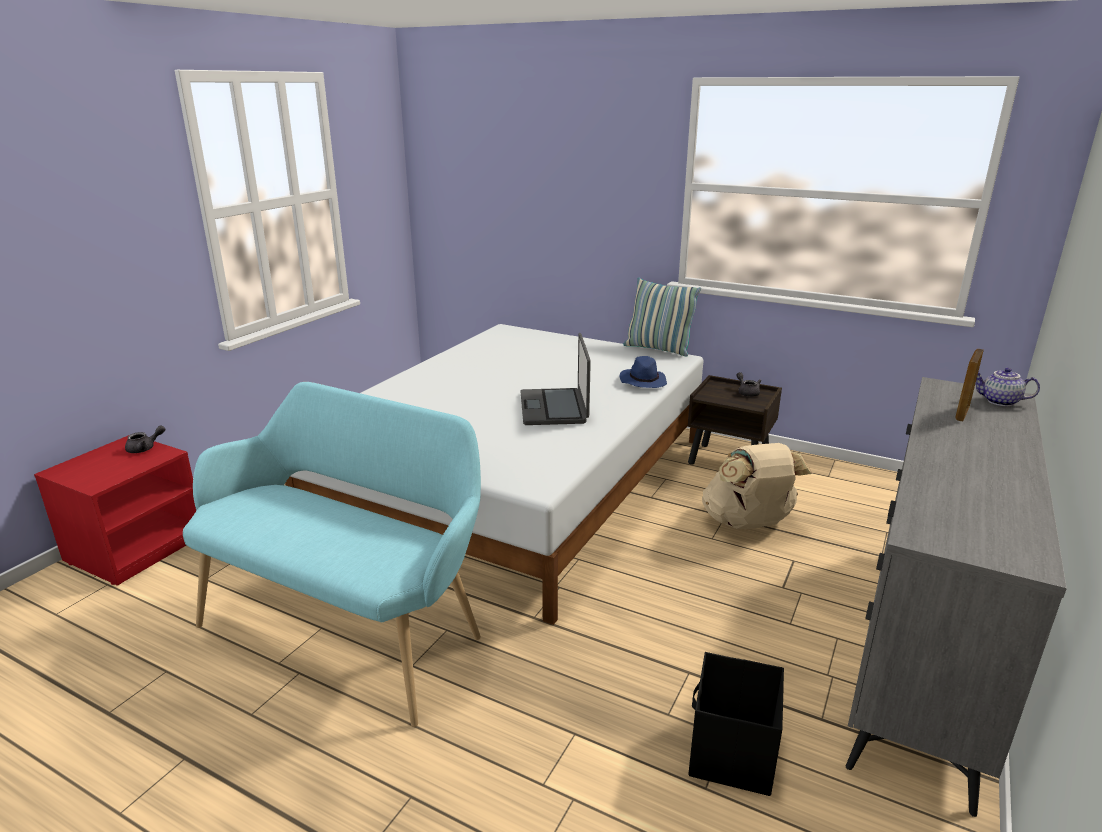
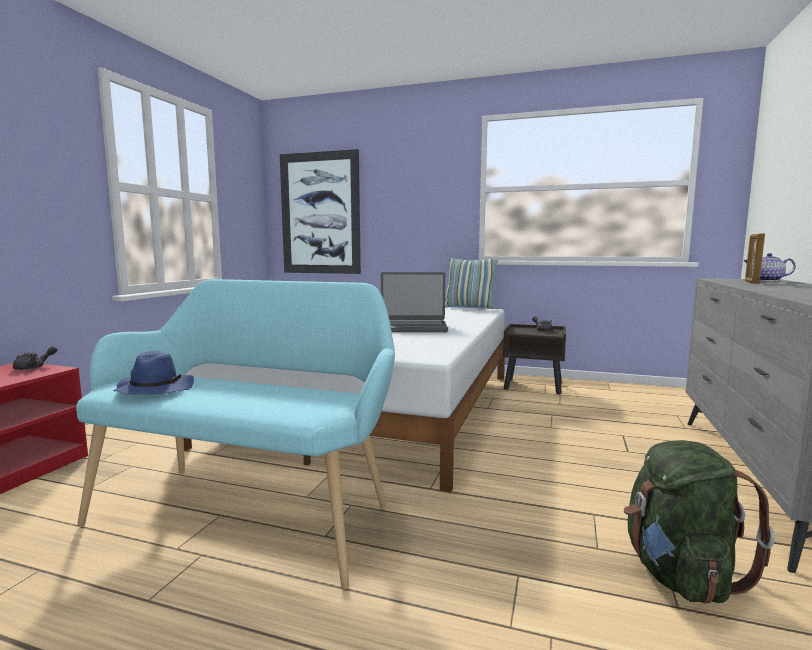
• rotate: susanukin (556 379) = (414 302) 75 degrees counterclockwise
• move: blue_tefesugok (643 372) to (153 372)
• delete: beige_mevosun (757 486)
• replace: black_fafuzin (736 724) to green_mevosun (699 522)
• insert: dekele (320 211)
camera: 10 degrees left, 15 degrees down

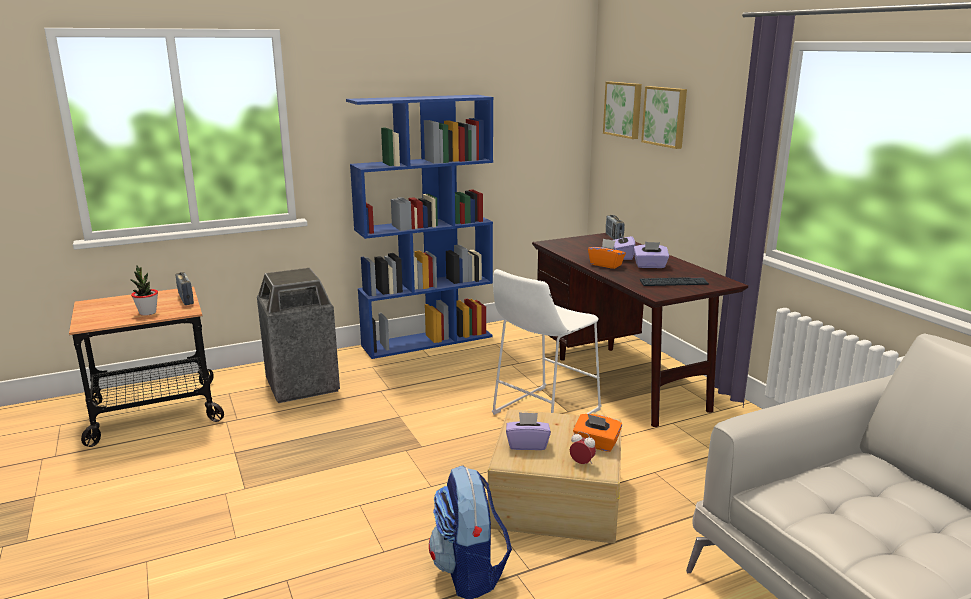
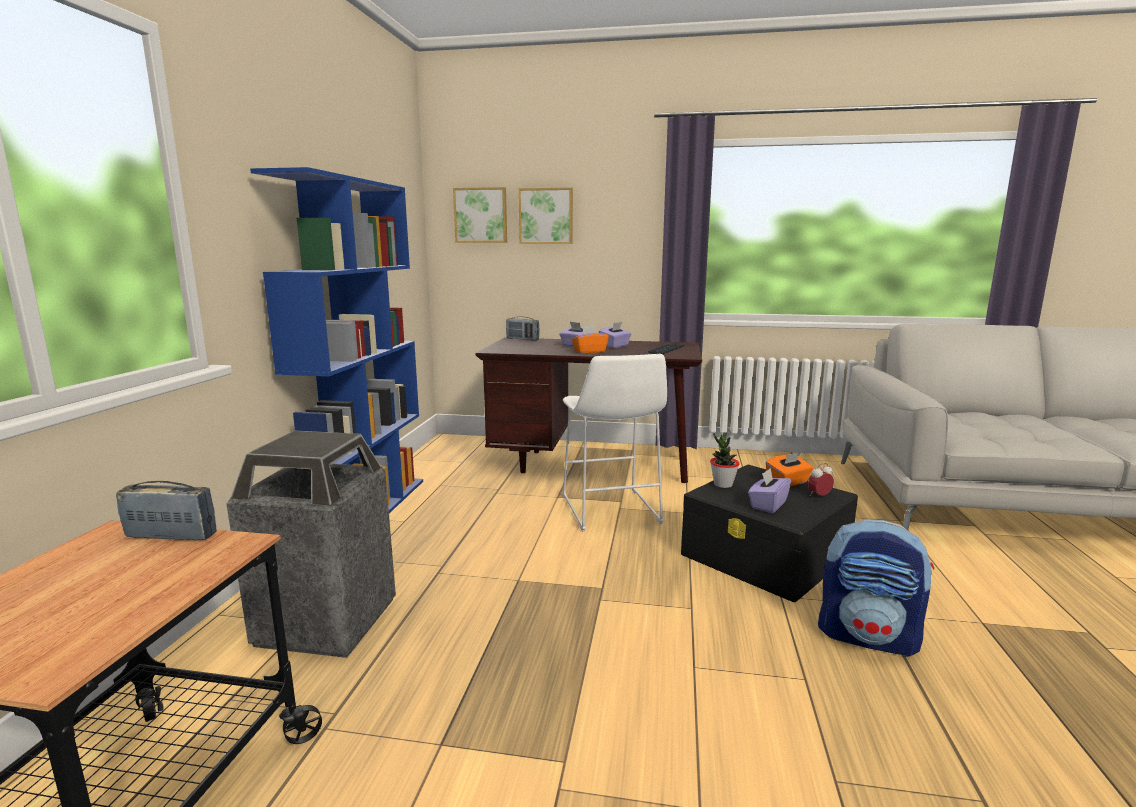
• move: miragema (144 291) to (724 460)
• recolor: beige_fafuzin (555 476) to black_fafuzin (769 533)
camera: 55 degrees left, 5 degrees down

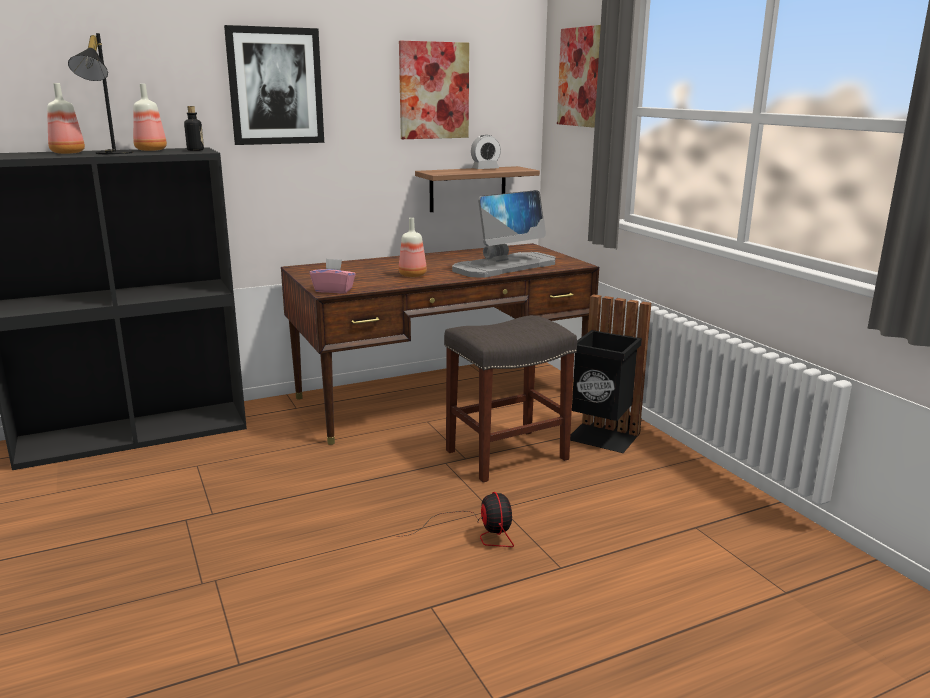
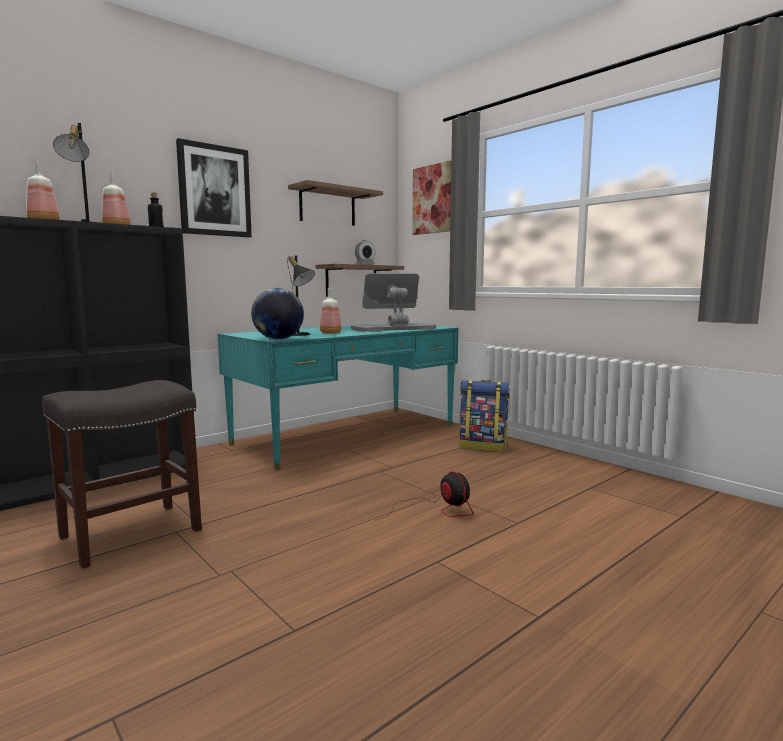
• replace: dekele (434 90) to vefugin (335 203)
• rotate: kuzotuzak (503 234) = (393 302) 150 degrees counterclockwise
• recolor: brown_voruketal (440 344) to turquoise_voruketal (338 396)
• replace: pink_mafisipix (333 276) to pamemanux (277 313)
• replace: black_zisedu (610 373) to mevosun (484 416)
• move: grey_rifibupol (510 398) to (122 474)
• insert: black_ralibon (301 295)
camera: 15 degrees left, 10 degrees down

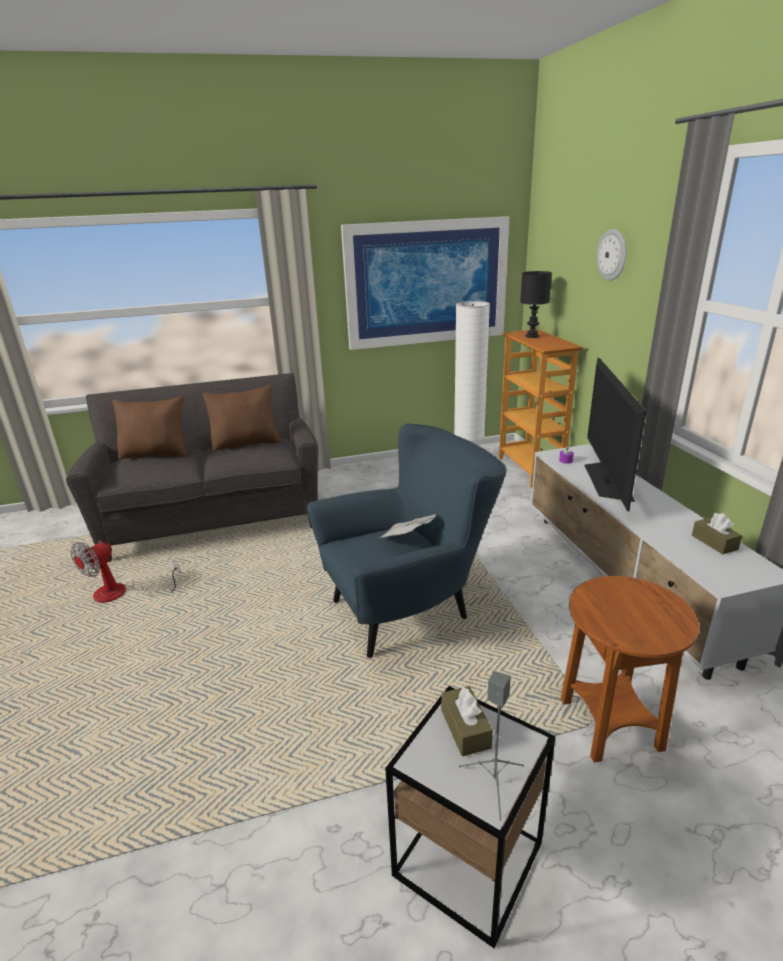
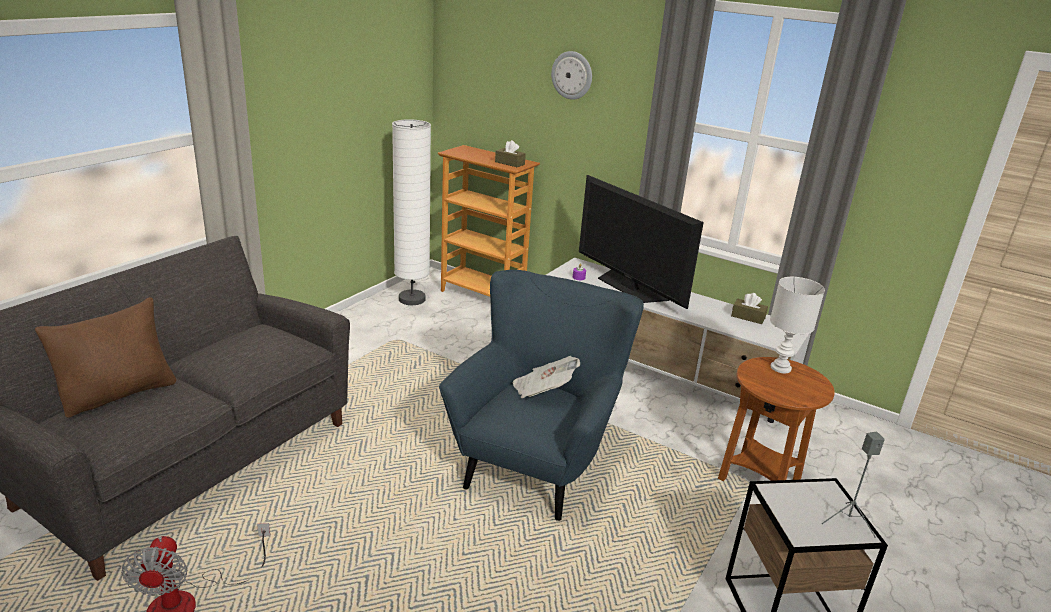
• delete: dekele (425 283)
• delete: black_ralibon (536 304)
• delete: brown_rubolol (241 417)
• move: brown_mafisipix (467 721) to (510 153)
• insert: white_ralibon (797 325)
camera: 45 degrees left, 0 degrees up

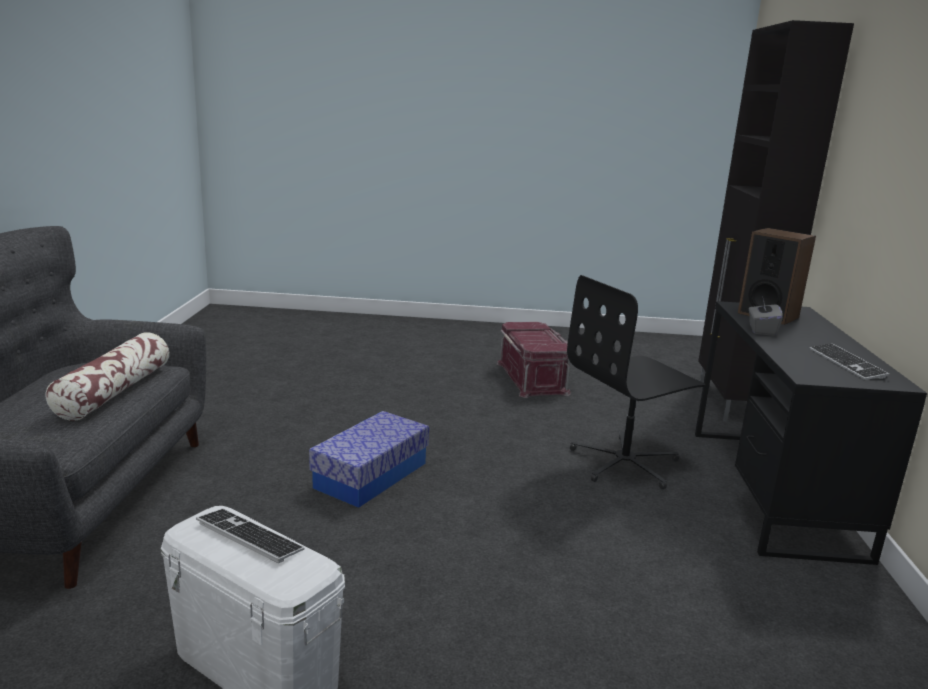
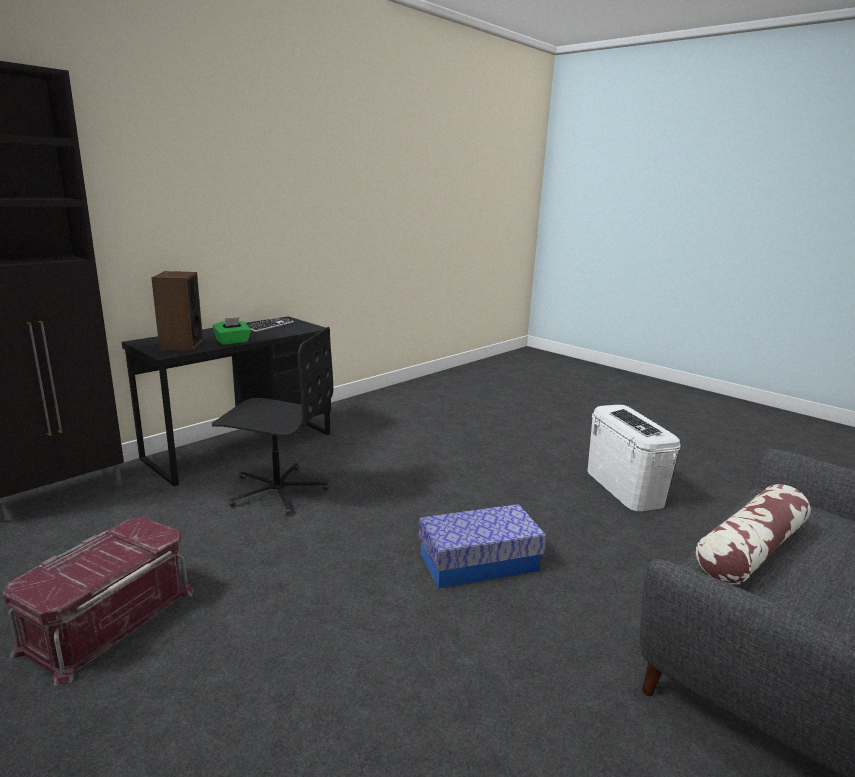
• recolor: grey_mafisipix (766 317) to green_mafisipix (231 331)
camera: 140 degrees left, 0 degrees up

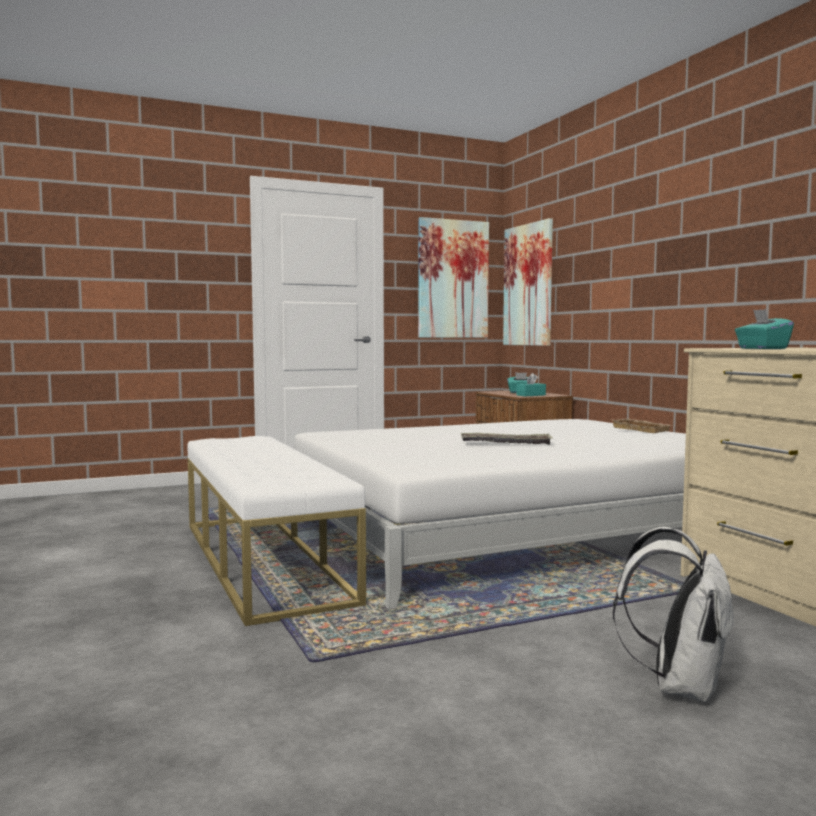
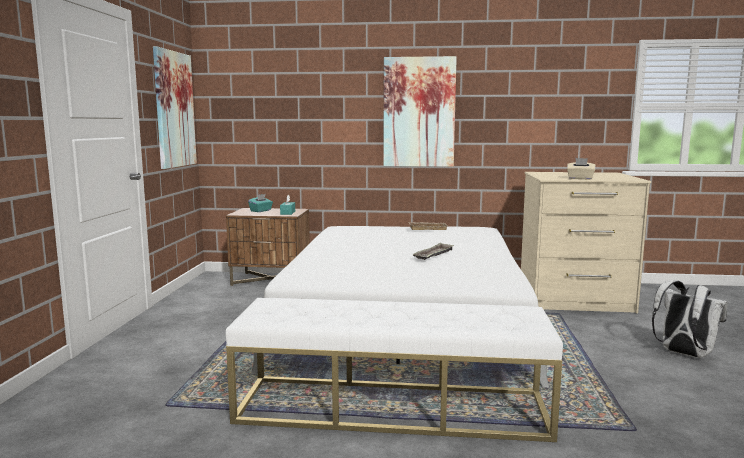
• move: dekele (528 282) to (420 111)
• recolor: turquoise_mafisipix (764 329) to beige_mafisipix (581 169)
camera: 60 degrees left, 5 degrees up

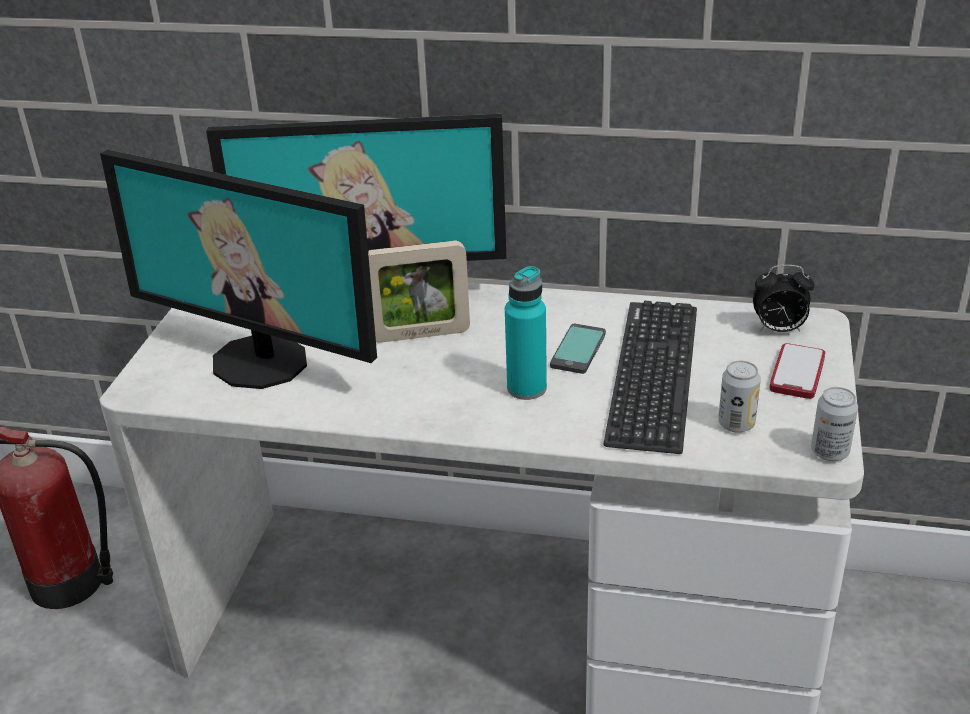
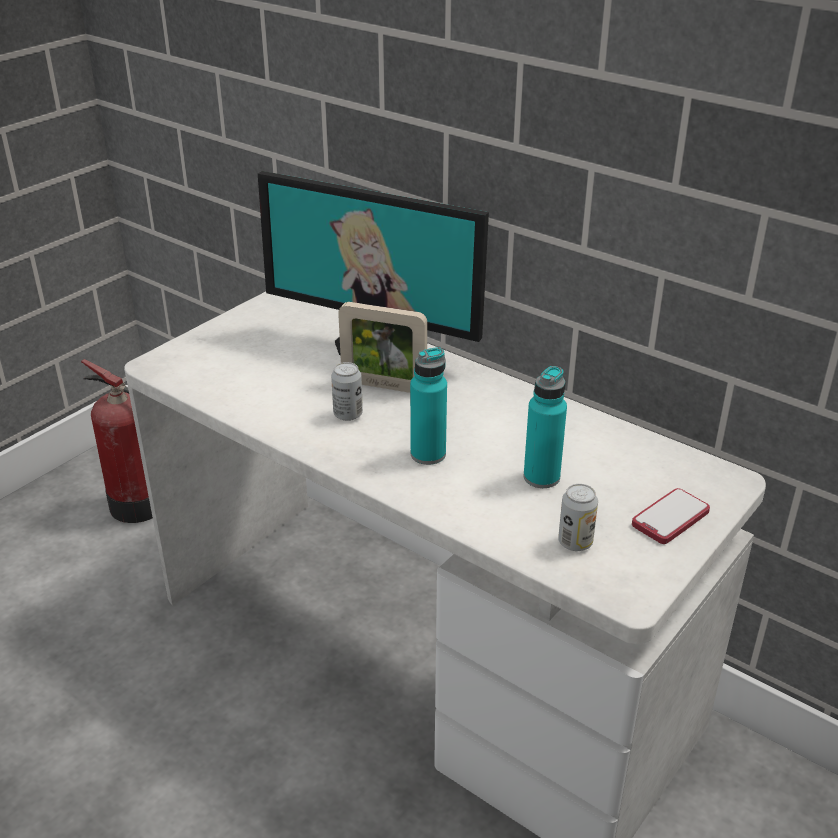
• delete: kuzotuzak (238 269)
• delete: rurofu (784 298)
• replace: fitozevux (650 377) to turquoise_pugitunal (545 427)
• delete: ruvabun (578 349)
• move: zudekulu (834 424) to (347 391)
camera: 25 degrees right, 0 degrees up

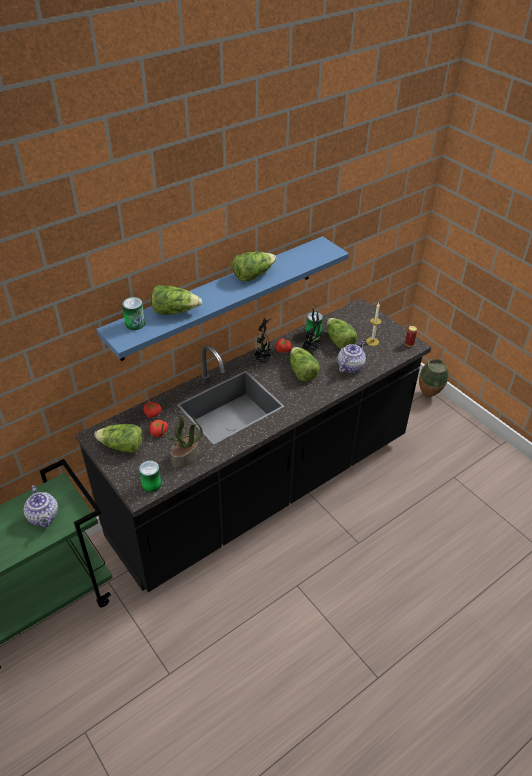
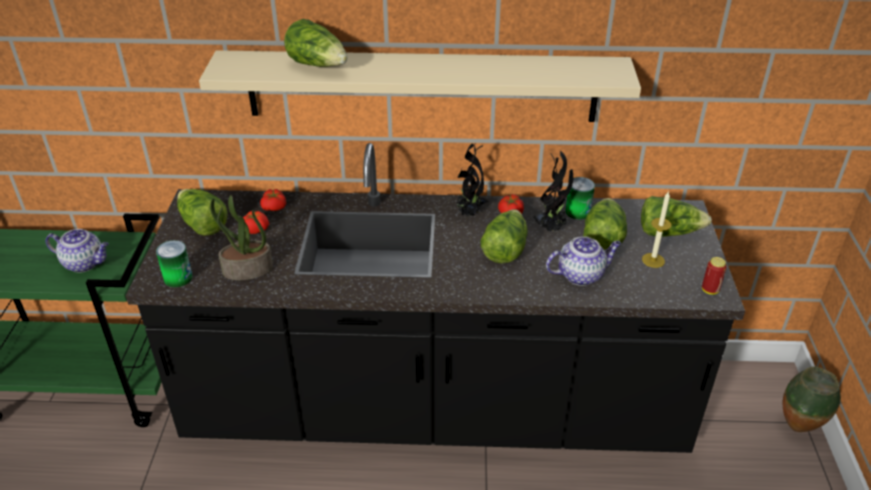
• recolor: blue_vefugin (222 298) to beige_vefugin (420 86)
• move: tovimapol (254 266) to (676 216)
• delete: zudekulu (133 313)
• rotate: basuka (41 506) = (77 251) 90 degrees counterclockwise
camera: 40 degrees right, 5 degrees down

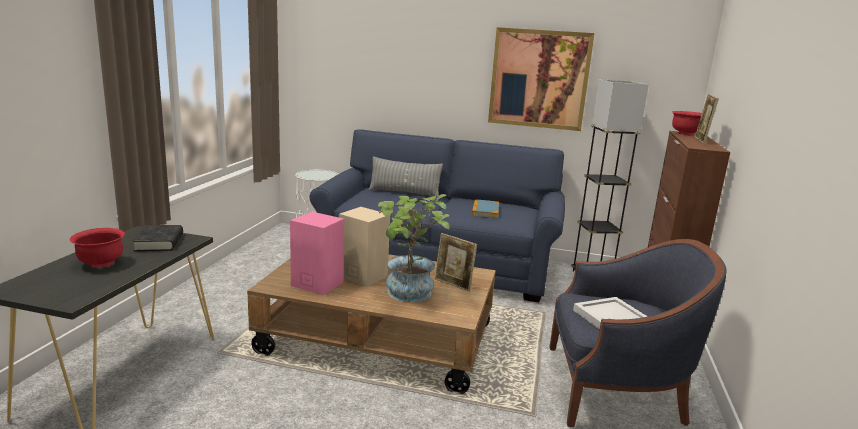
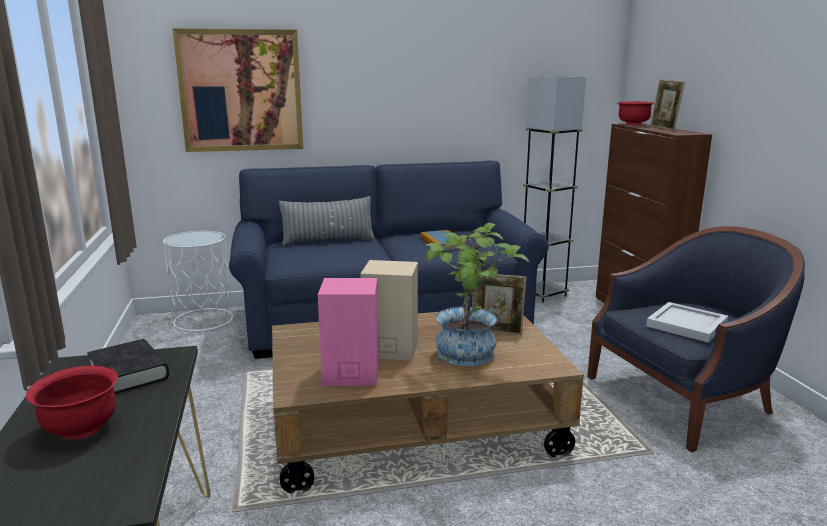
• move: dekele (541 79) to (238 90)
camera: 25 degrees left, 0 degrees up

